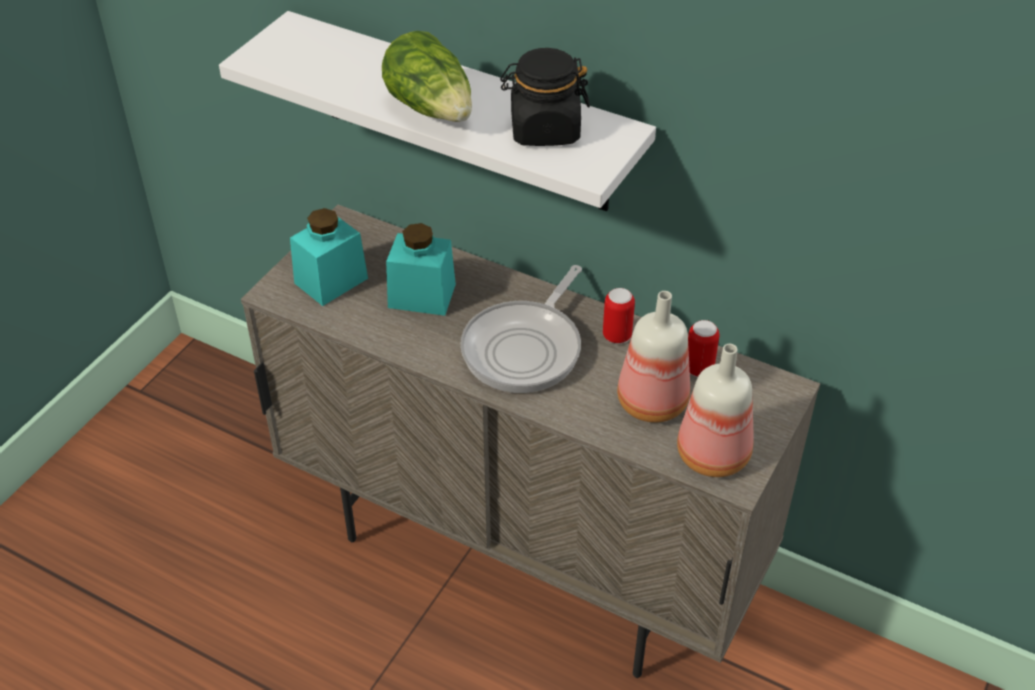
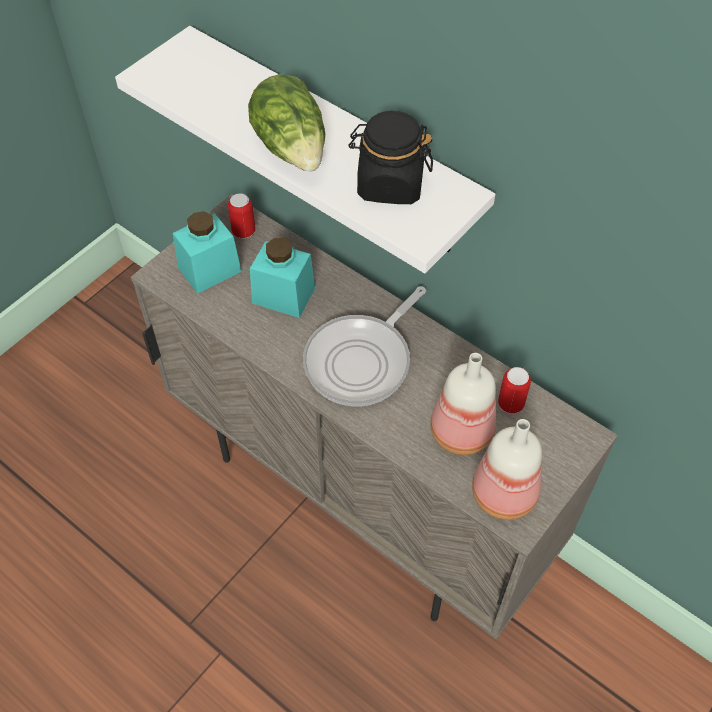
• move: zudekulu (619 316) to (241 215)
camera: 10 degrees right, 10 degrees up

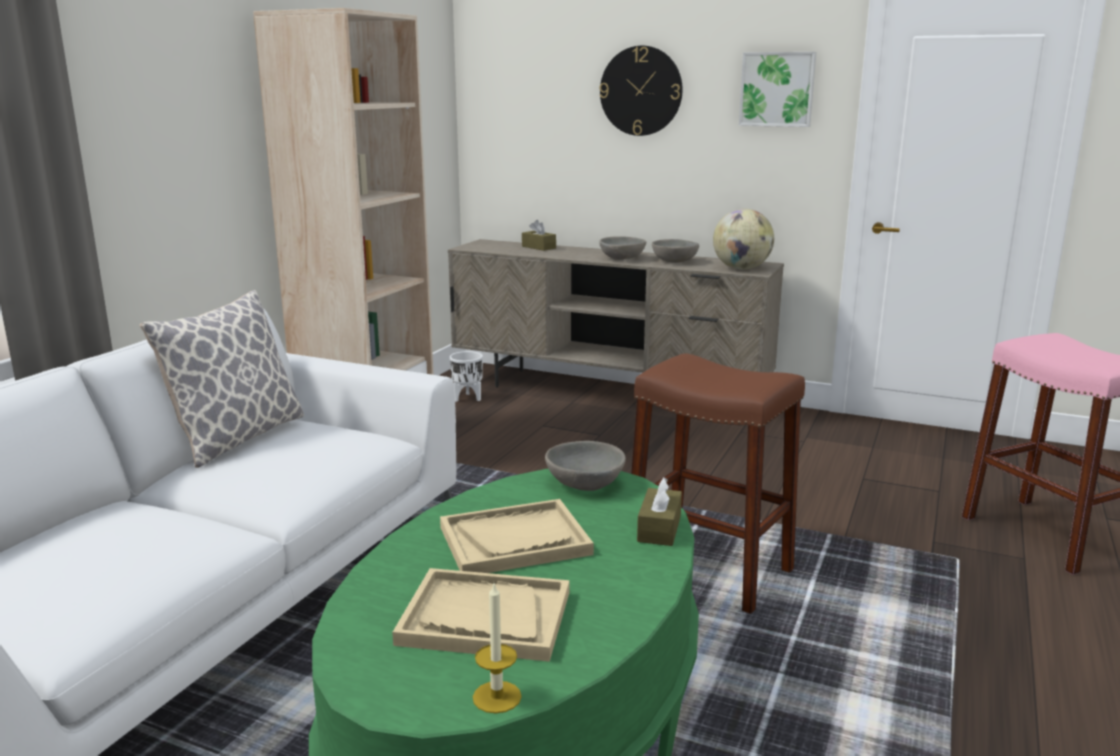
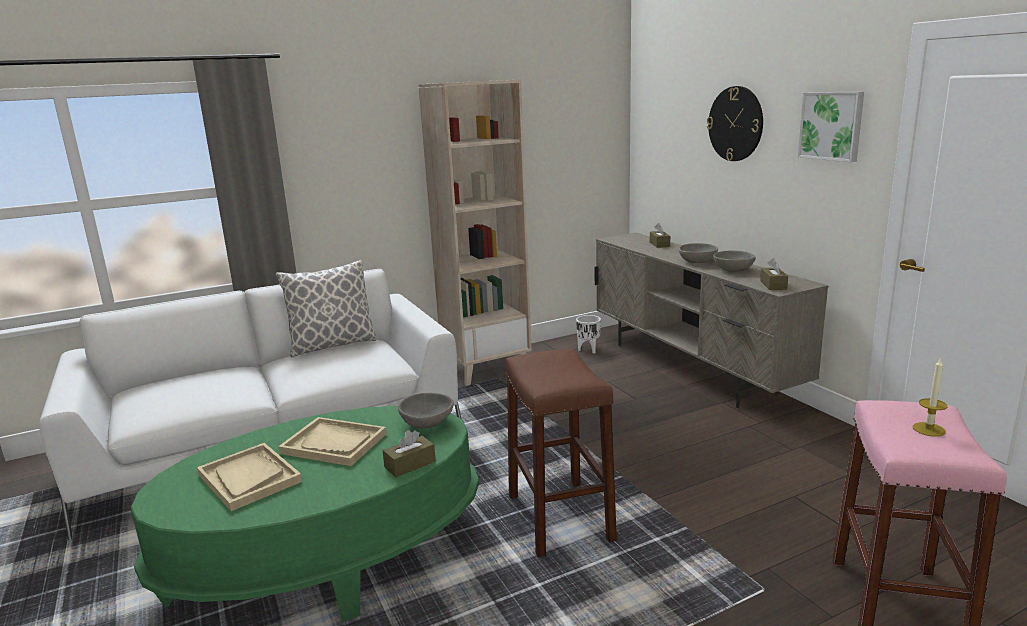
• replace: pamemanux (743 239) to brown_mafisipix (774 274)
• move: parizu (497 648) to (930 397)
camera: 40 degrees right, 0 degrees up

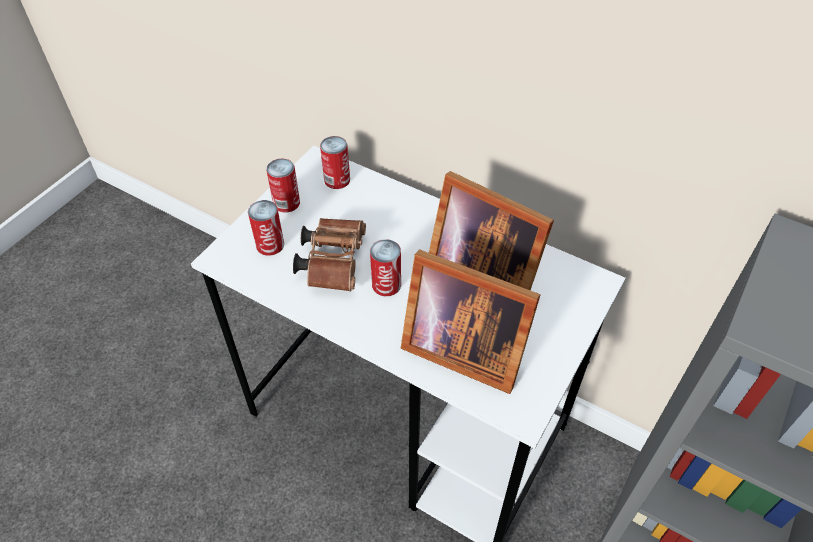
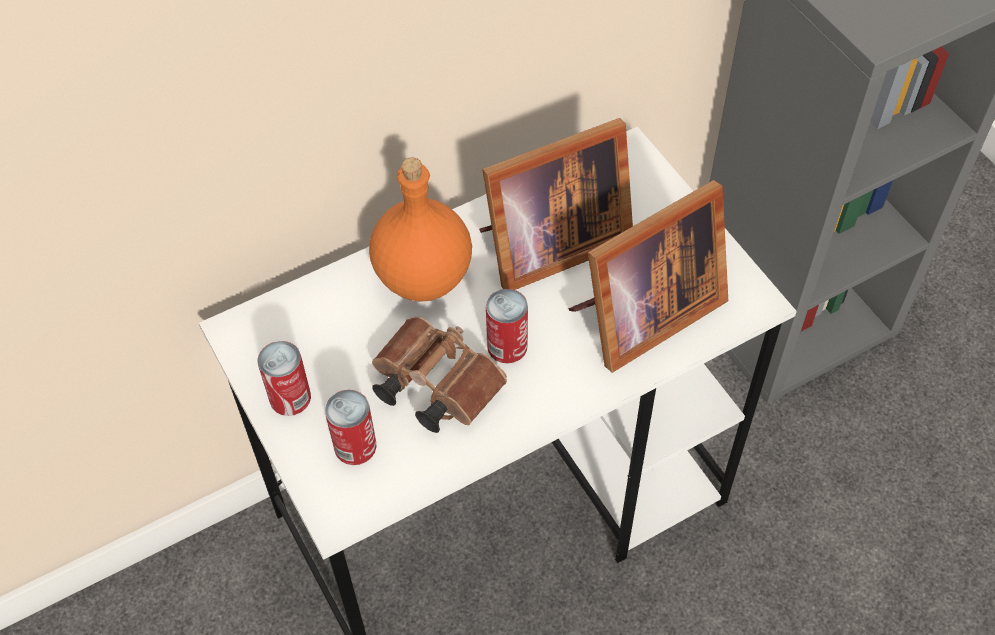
• delete: zudekulu (335 162)
• insert: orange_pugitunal (420 230)
camera: 60 degrees left, 5 degrees up

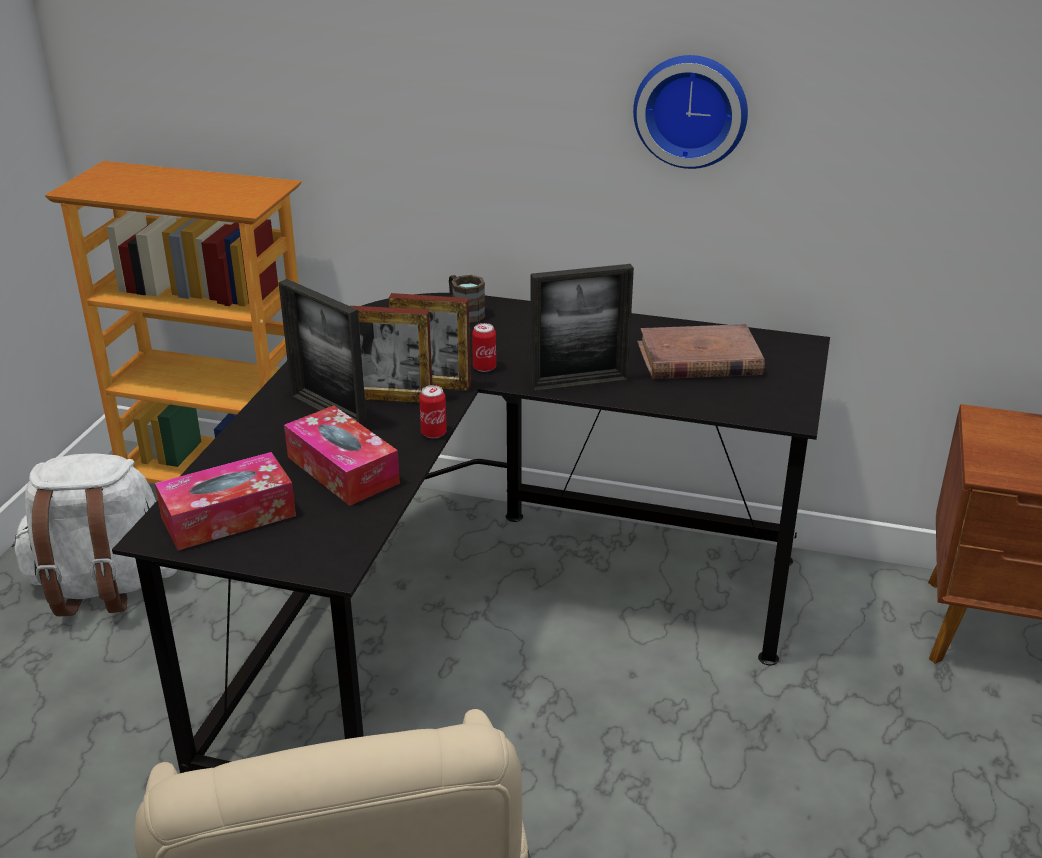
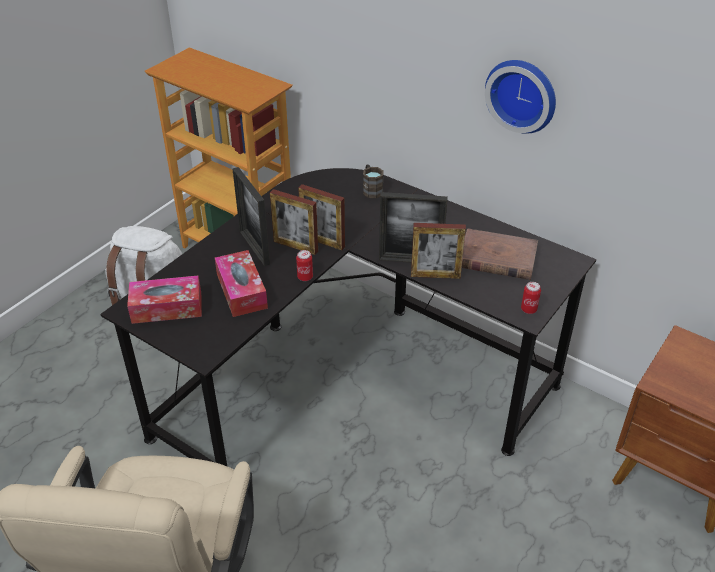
• move: zudekulu (484 347) to (531 298)
• insert: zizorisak (438 251)
camera: 20 degrees right, 10 degrees up

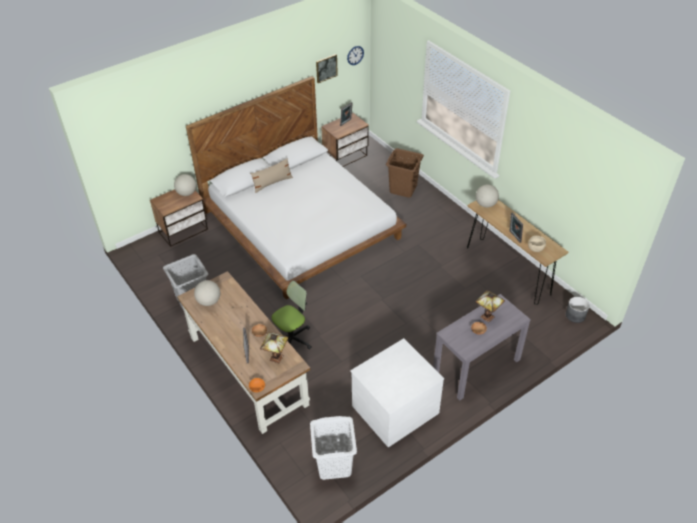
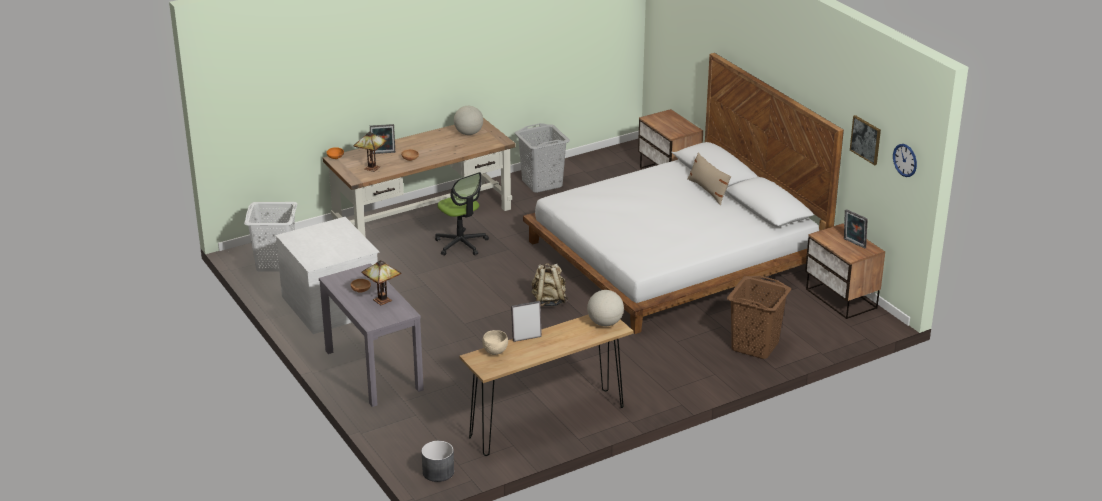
• delete: pamemanux (185 185)
• insert: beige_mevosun (550 285)
camera: 95 degrees right, 15 degrees down

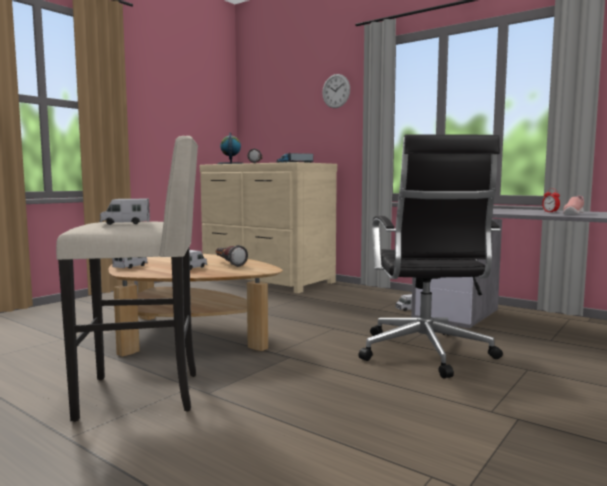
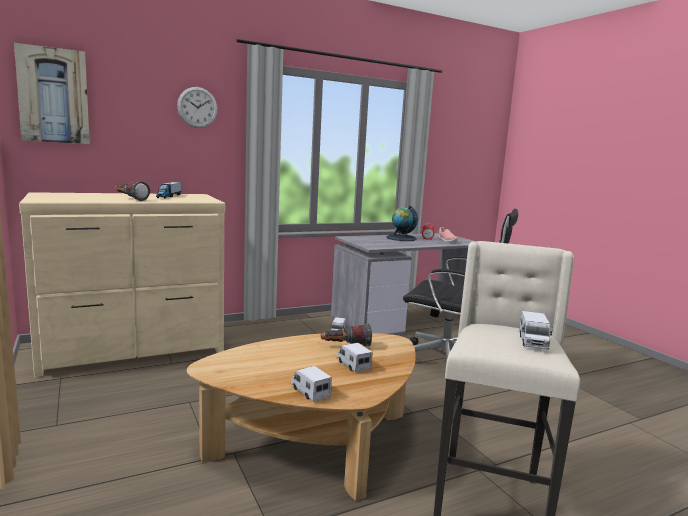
• move: pamemanux (230 148) to (402 223)
• insert: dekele (52 93)
camera: 65 degrees left, 5 degrees up

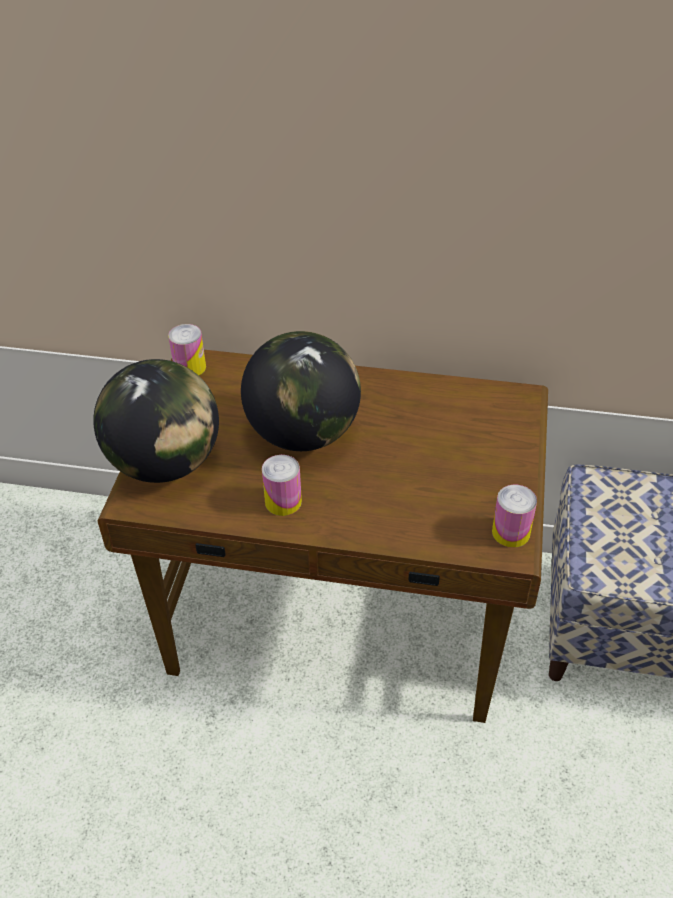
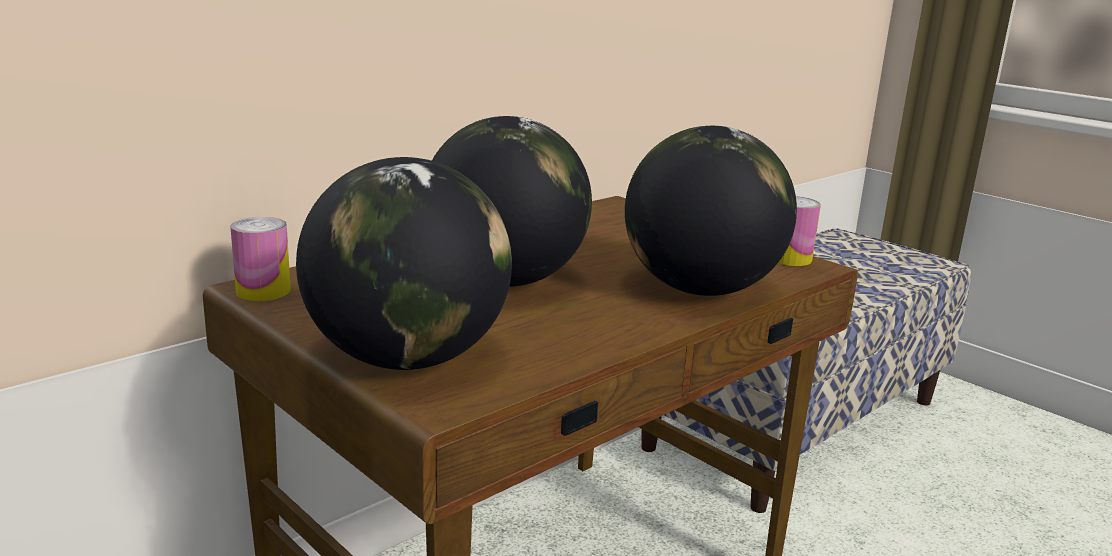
• delete: zudekulu (282 485)
• insert: pamemanux (711 211)
camera: 55 degrees left, 25 degrees down

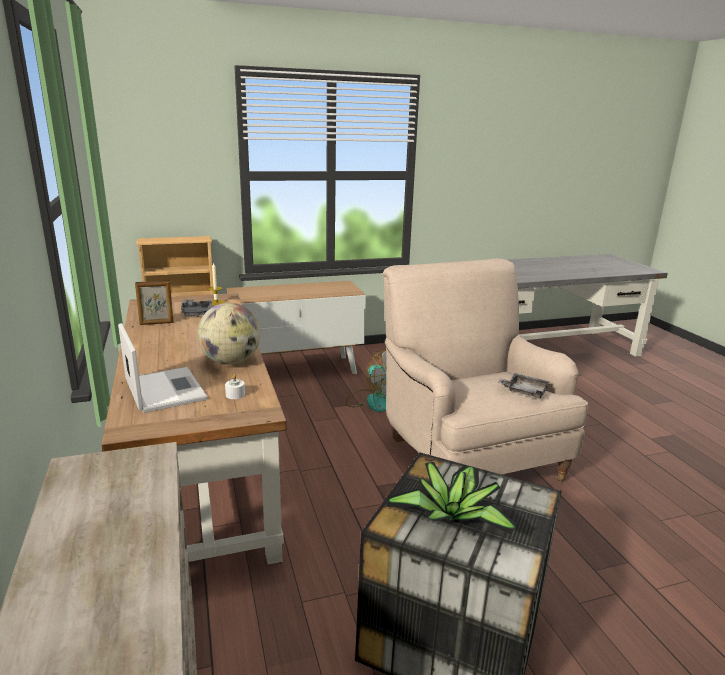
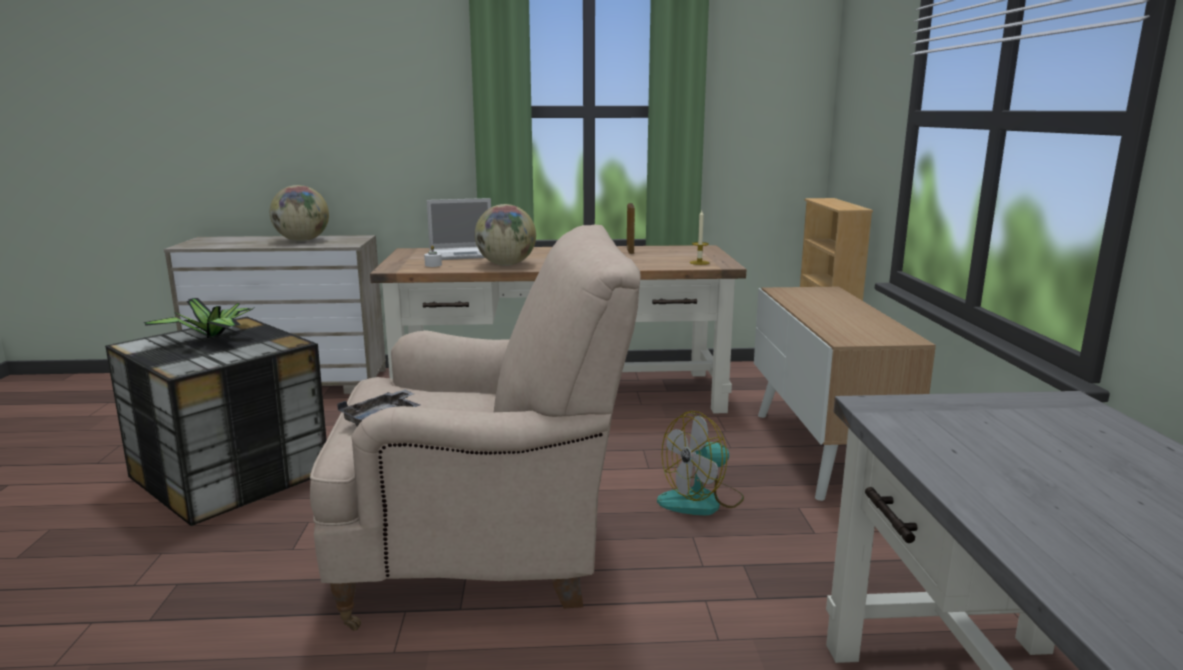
• delete: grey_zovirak (196 308)
• insert: pamemanux (299 213)
camera: 105 degrees right, 5 degrees down

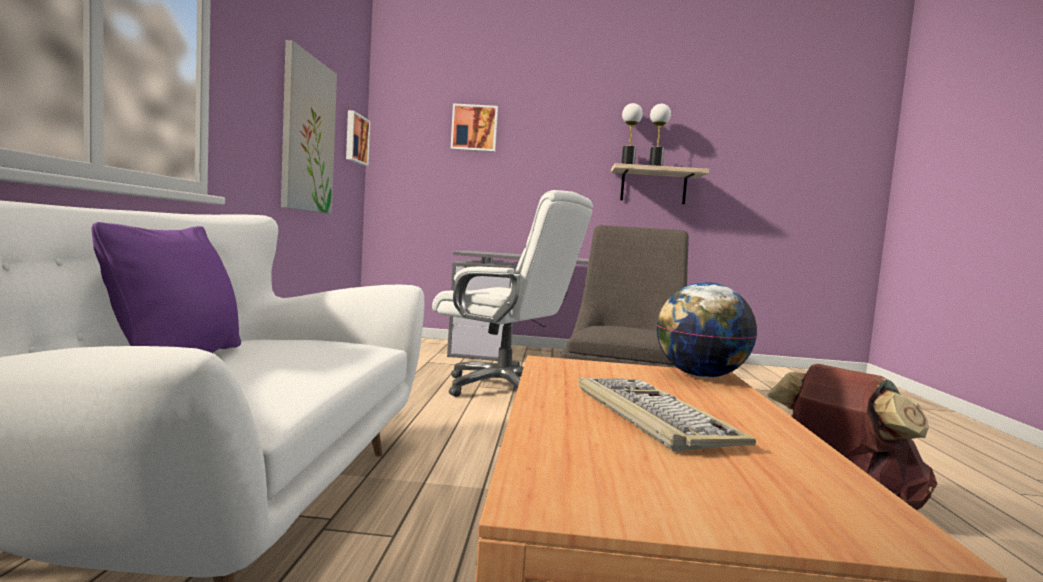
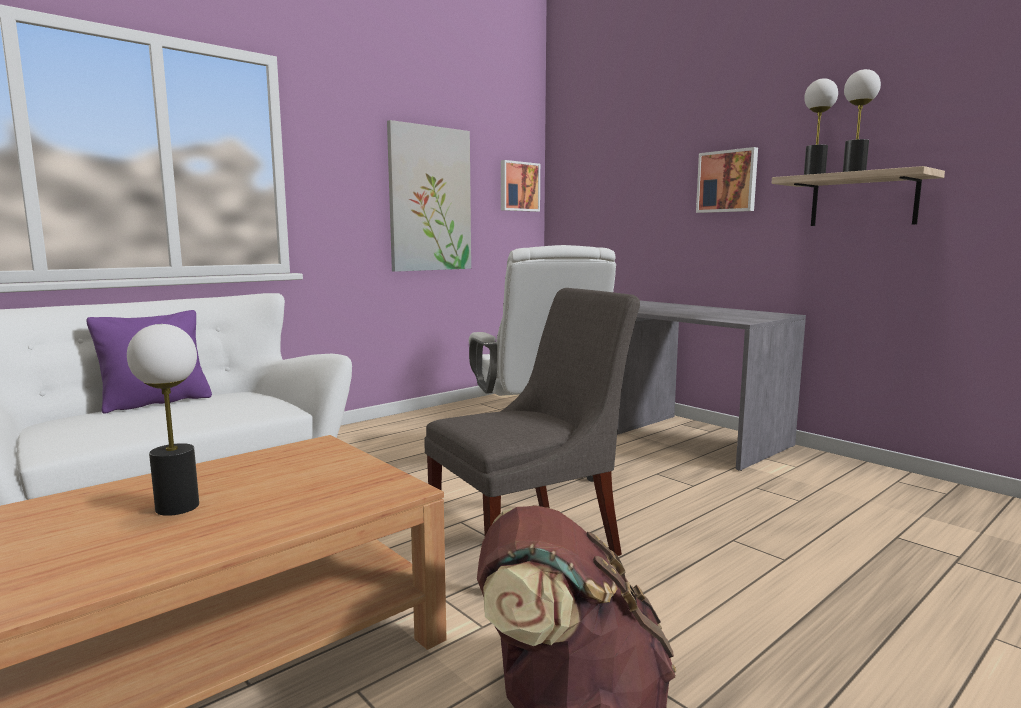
• move: dekele (474 127) to (727 180)
• delete: pamemanux (707 330)
• replace: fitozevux (667 414) to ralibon (163 420)
camera: 45 degrees right, 5 degrees up

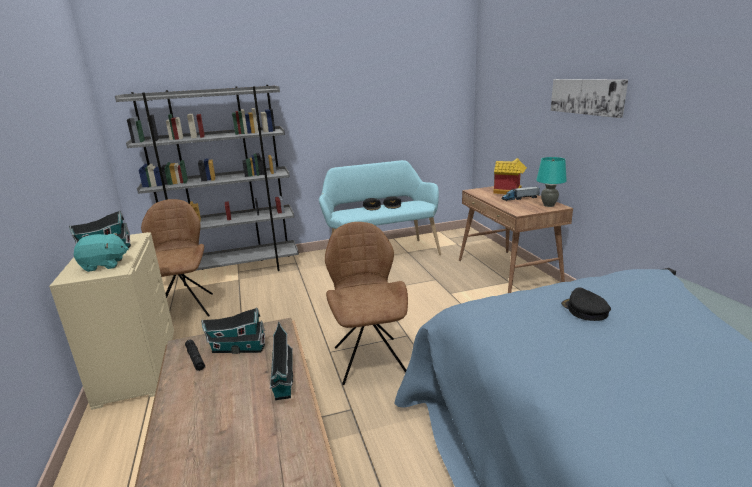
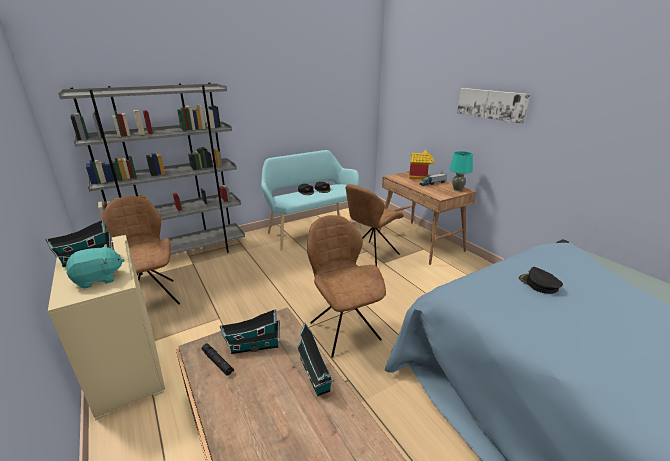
• insert: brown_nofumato (375 225)
camera: 15 degrees left, 5 degrees up

